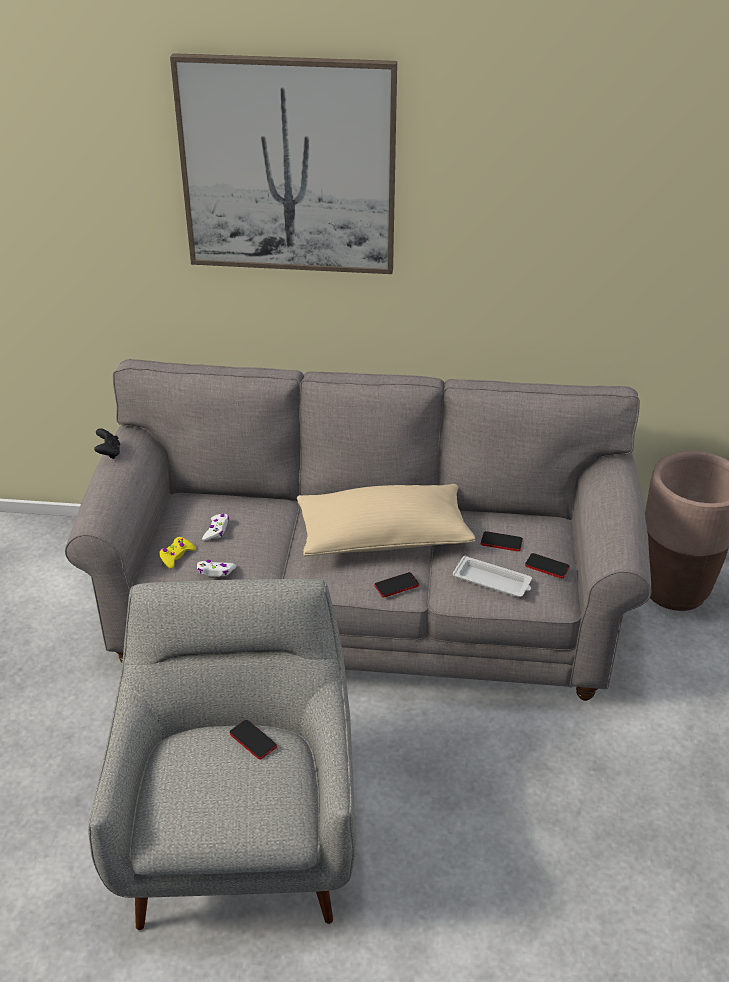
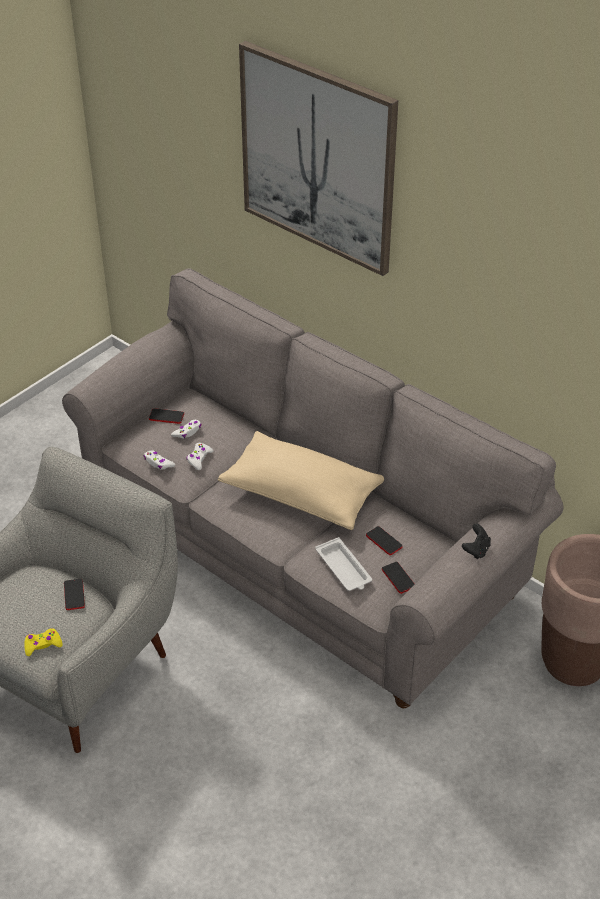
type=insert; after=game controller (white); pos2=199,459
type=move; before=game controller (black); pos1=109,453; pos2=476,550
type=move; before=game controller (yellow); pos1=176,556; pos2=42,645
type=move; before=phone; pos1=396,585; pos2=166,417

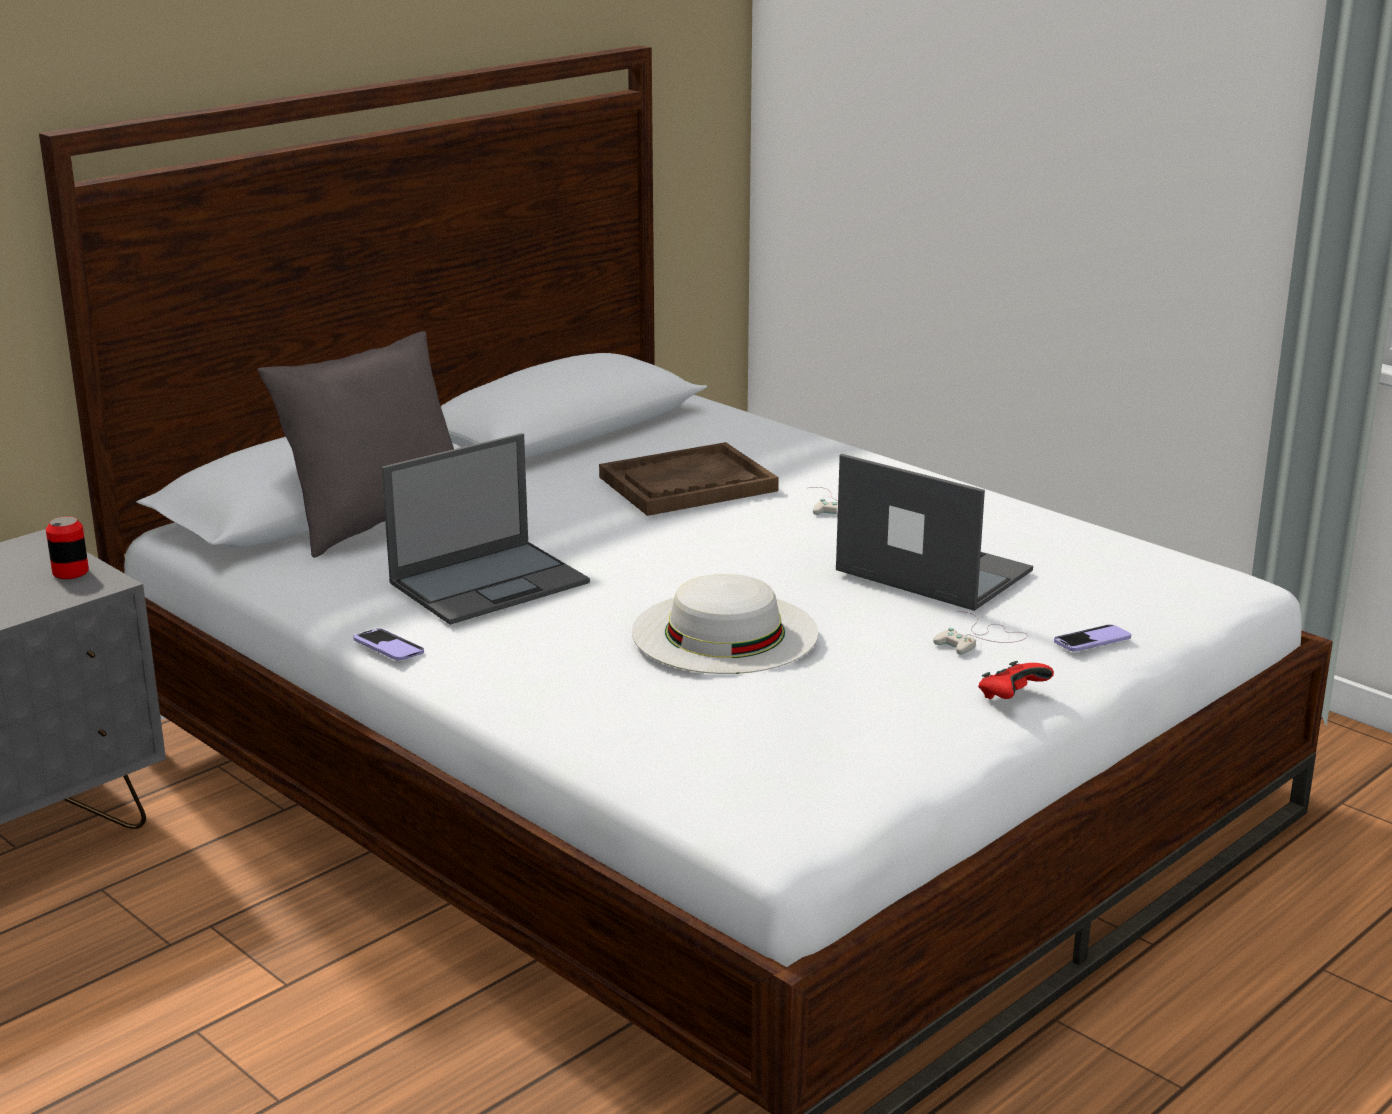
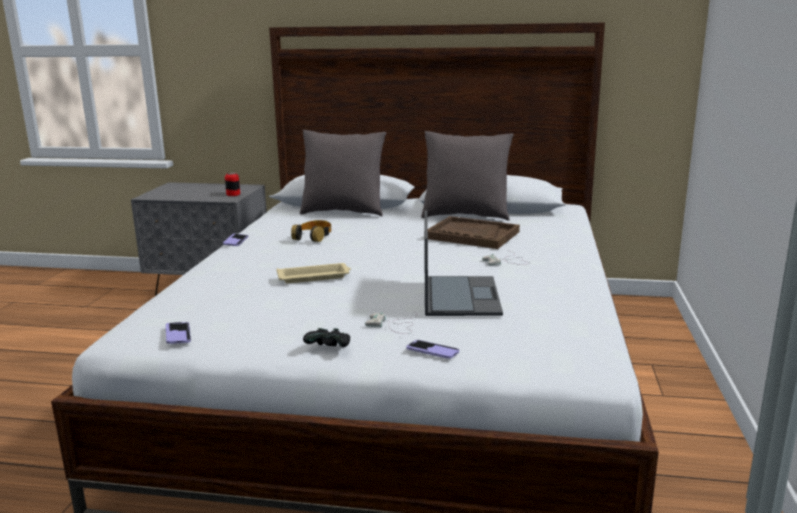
type=insert; after=phone; pos2=178,334
type=insert; after=pillow (grey); pos2=465,216
type=replace; before=laptop; after=headphones; pos1=491,582; pos2=313,236
type=replace; before=hat (white); after=tray (beige); pos1=724,632; pos2=314,277
type=recolor; before=game controller (red); after=game controller (black); pos1=1012,697; pos2=329,349

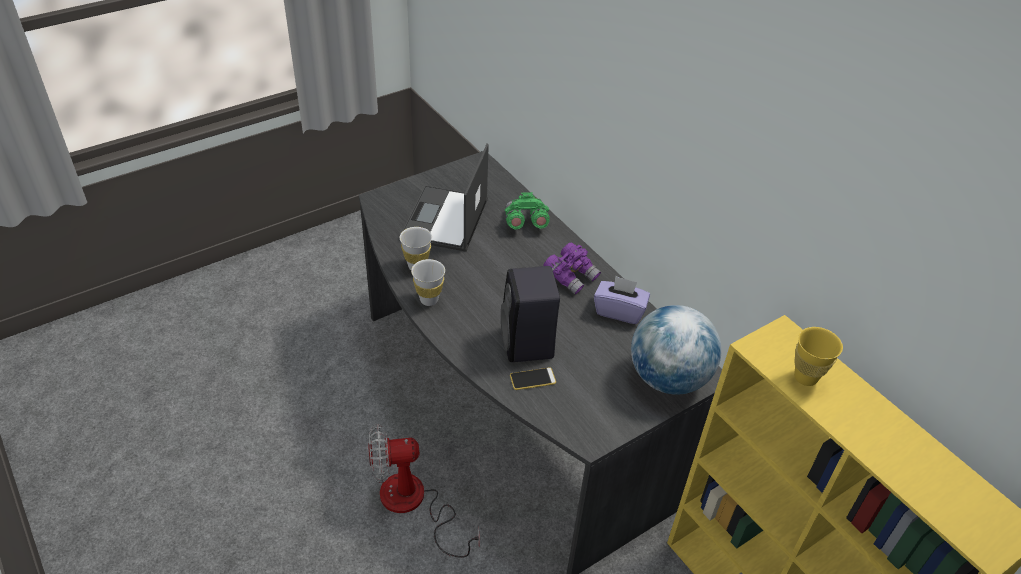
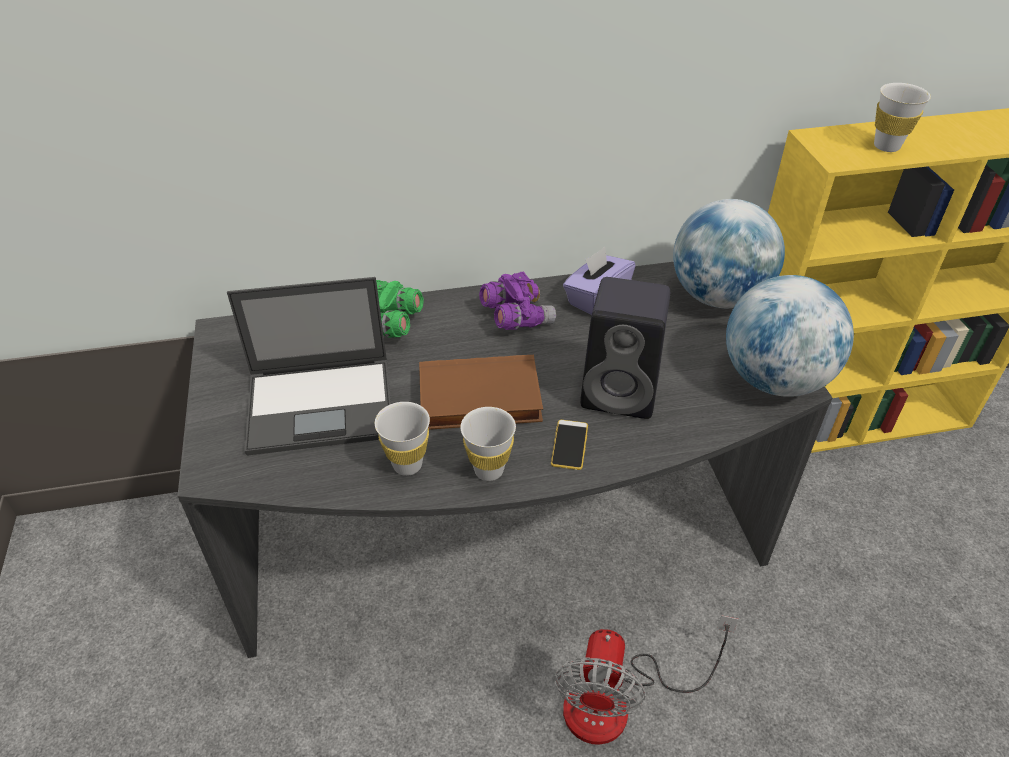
type=insert; after=book (brown); pos2=479,400
type=insert; after=globe; pos2=774,379
type=move; before=phone; pos1=532,379; pos2=569,445
type=recolor; before=cup (yellow); after=cup (white); pos1=805,377; pos2=886,146
type=rotate; before=laptop; pos1=445,220; pos2=322,405; turn=-45

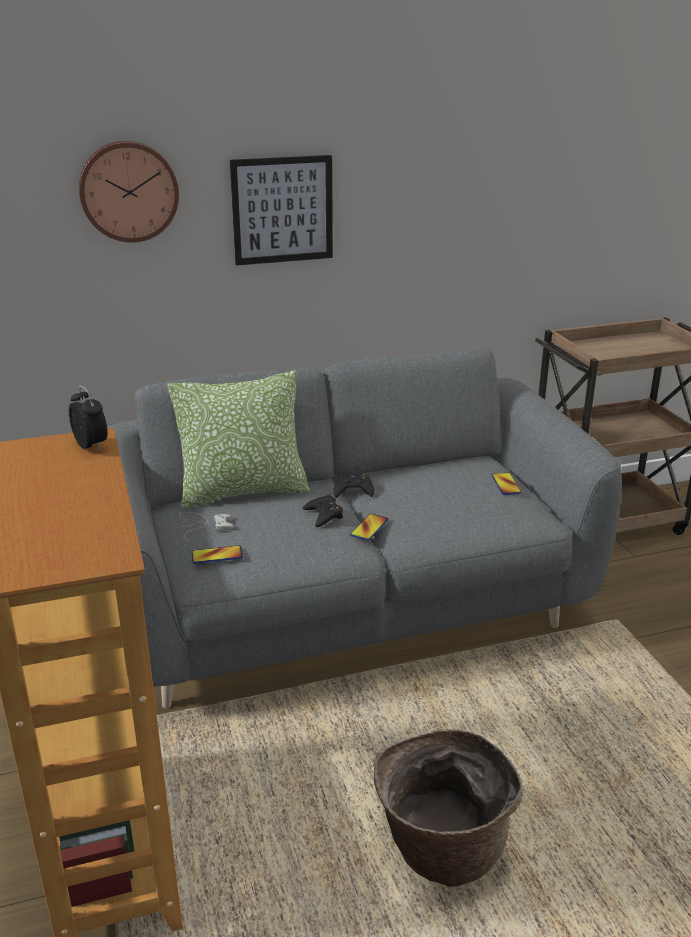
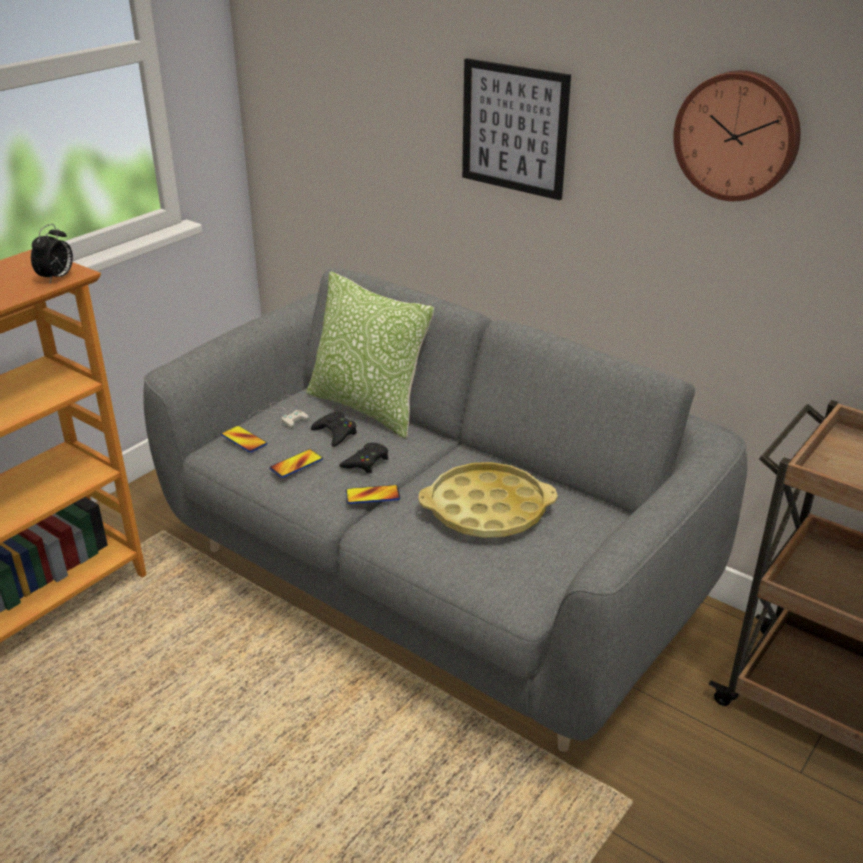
type=delete; before=basket; pos1=440,849
type=insert; after=tray (yellow); pos2=487,509
type=move; before=wall clock; pos1=128,191; pos2=738,135
type=move; before=game controller (black); pos1=353,490; pos2=335,433
type=move; before=phone; pos1=506,484; pos2=296,464

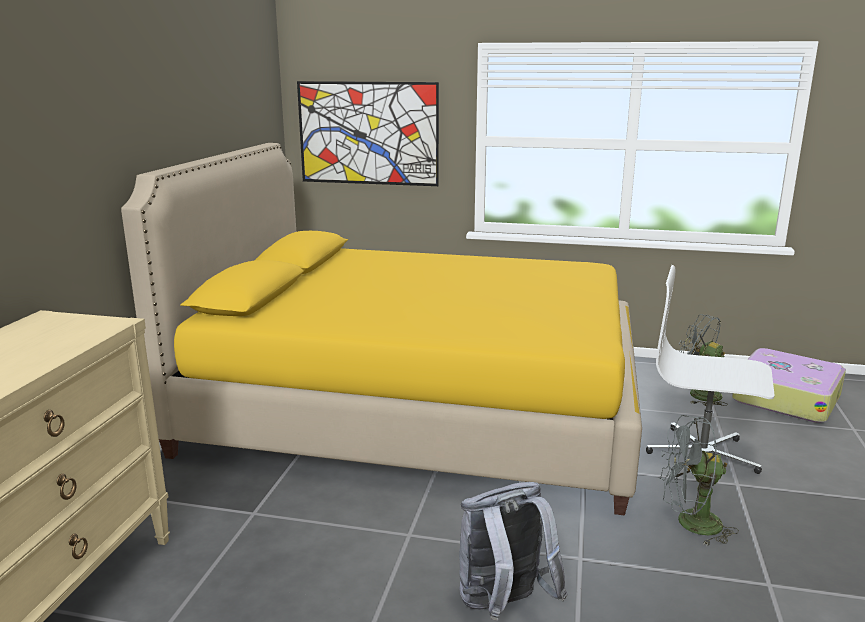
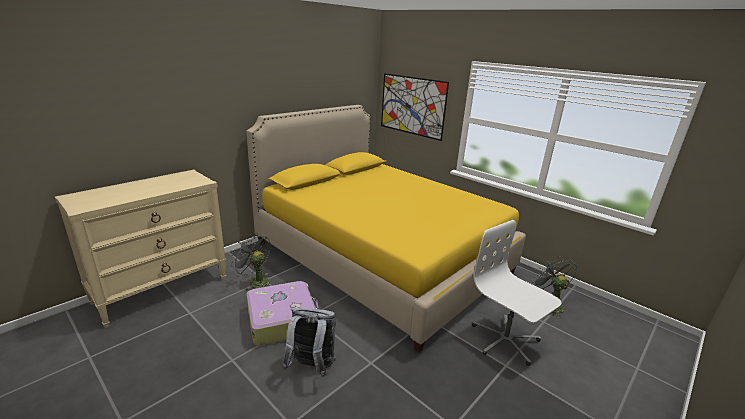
type=move; before=fan (grey); pos1=690,524; pos2=255,282
type=move; before=suitcase; pos1=785,397; pos2=283,320

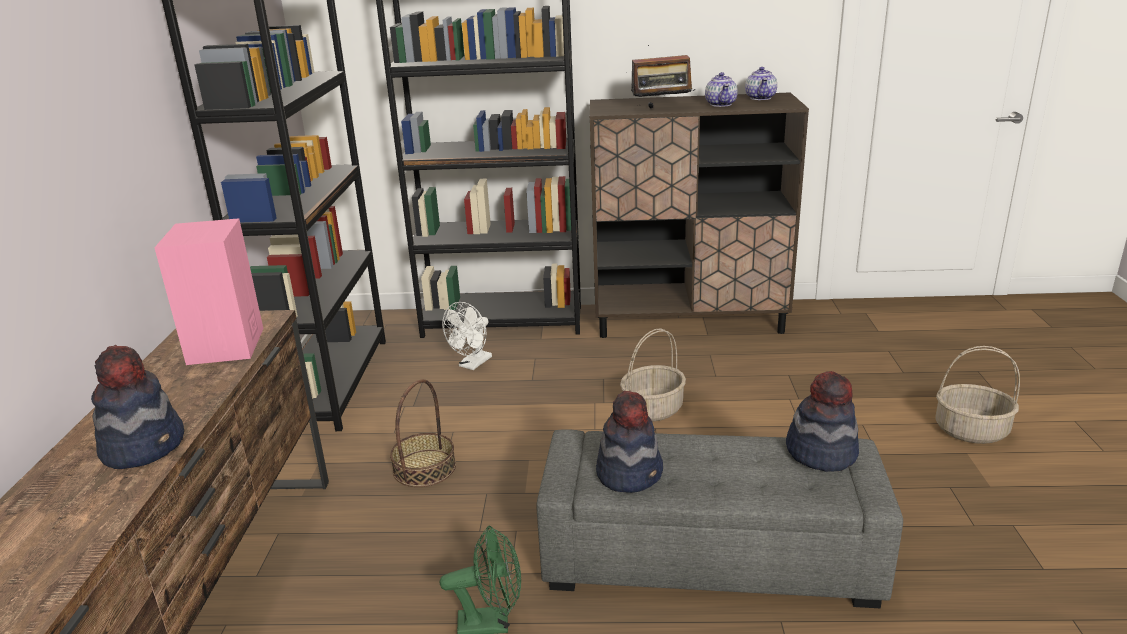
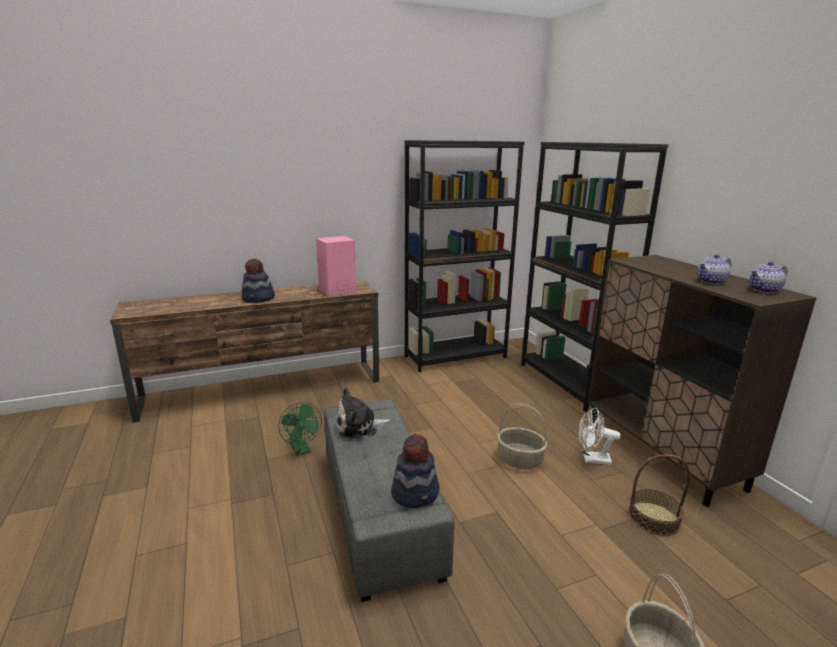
type=delete; before=radio; pos1=662,109
type=move; before=basket; pos1=424,468; pos2=653,518
type=move; before=fan (white); pos1=472,364; pos2=592,459
type=replace; before=hat; after=plush toy; pos1=630,473; pos2=359,426

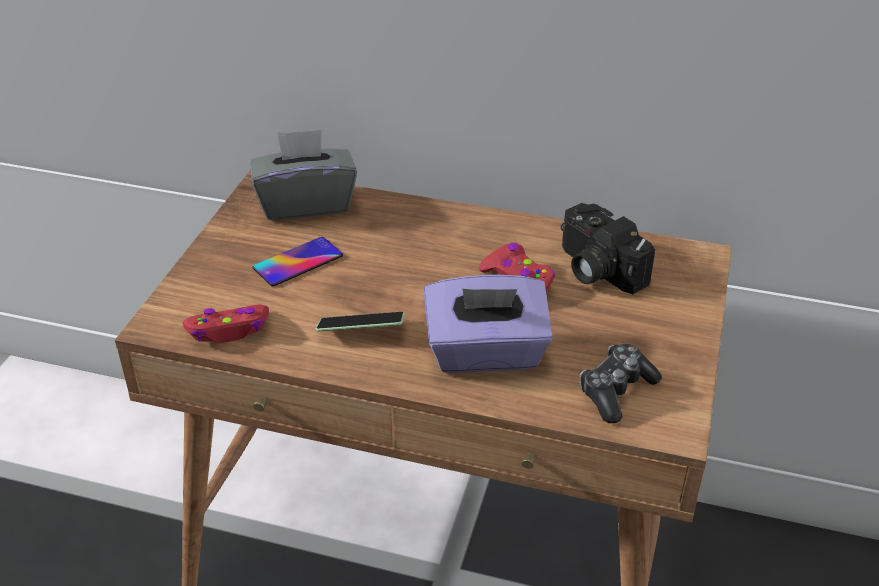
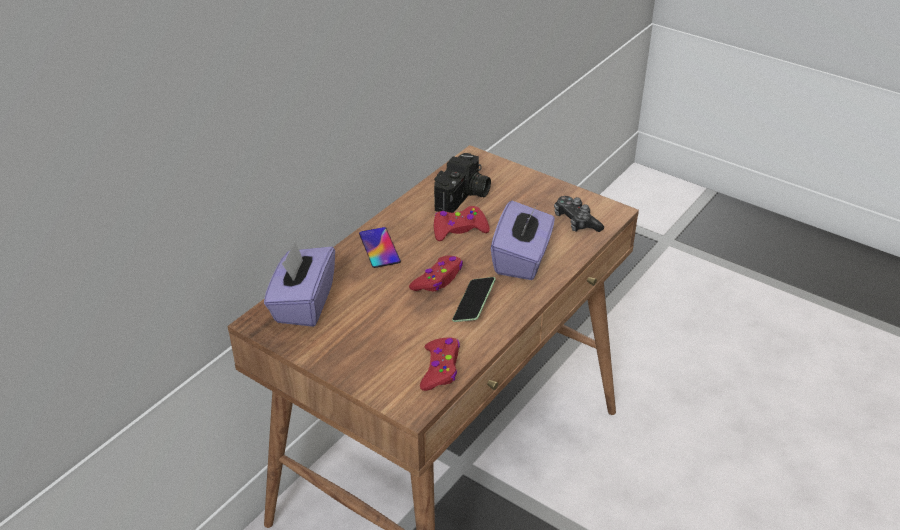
type=insert; after=game controller (red); pos2=438,279
type=move; before=phone; pos1=298,262; pos2=379,248
type=recolor; before=tissue box (grey); after=tissue box (purple); pos1=306,203; pos2=303,304
type=rotate; before=photo camera; pos1=595,269; pos2=463,197; turn=-45

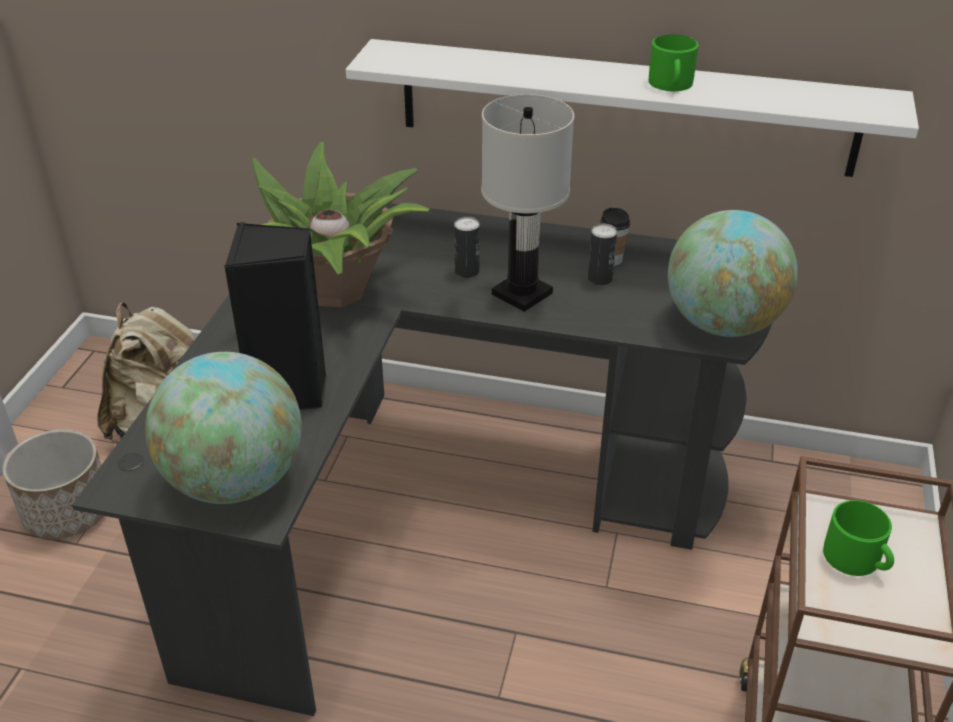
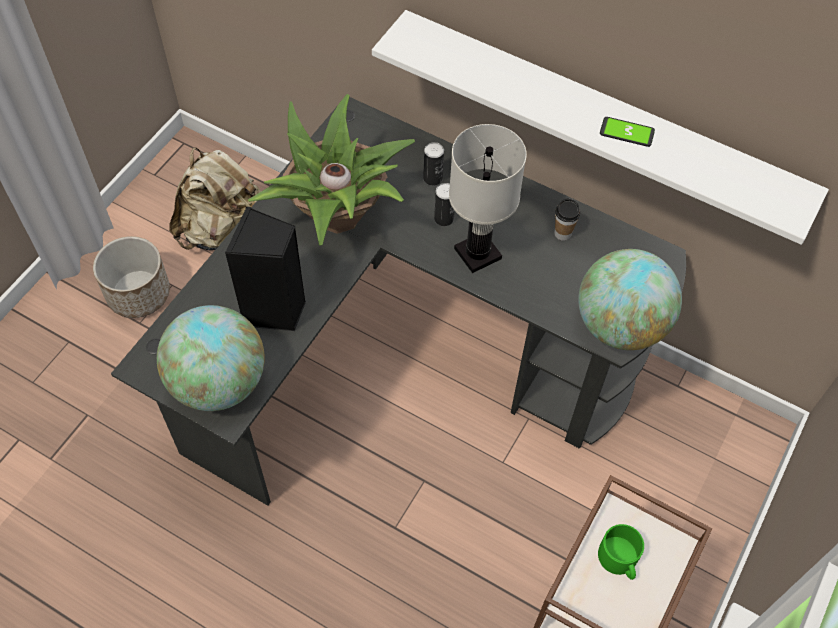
type=move; before=can; pos1=600,279; pos2=432,178
type=replace; before=mug (green); after=phone; pos1=671,84; pos2=626,132

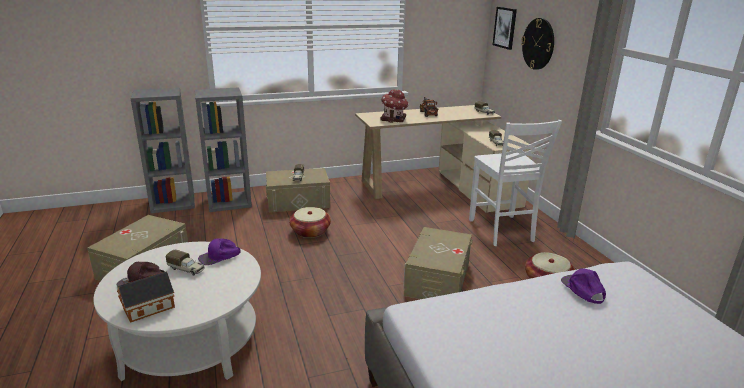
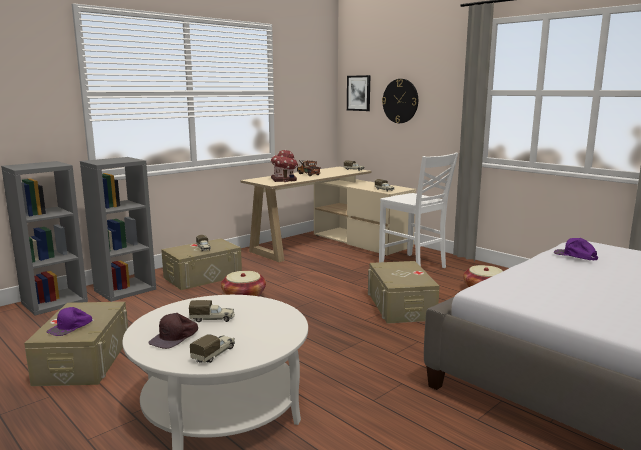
type=move; before=cap (purple); pos1=219,256; pos2=70,327
type=replace; before=toy house; after=toy truck; pos1=146,308; pos2=214,354

